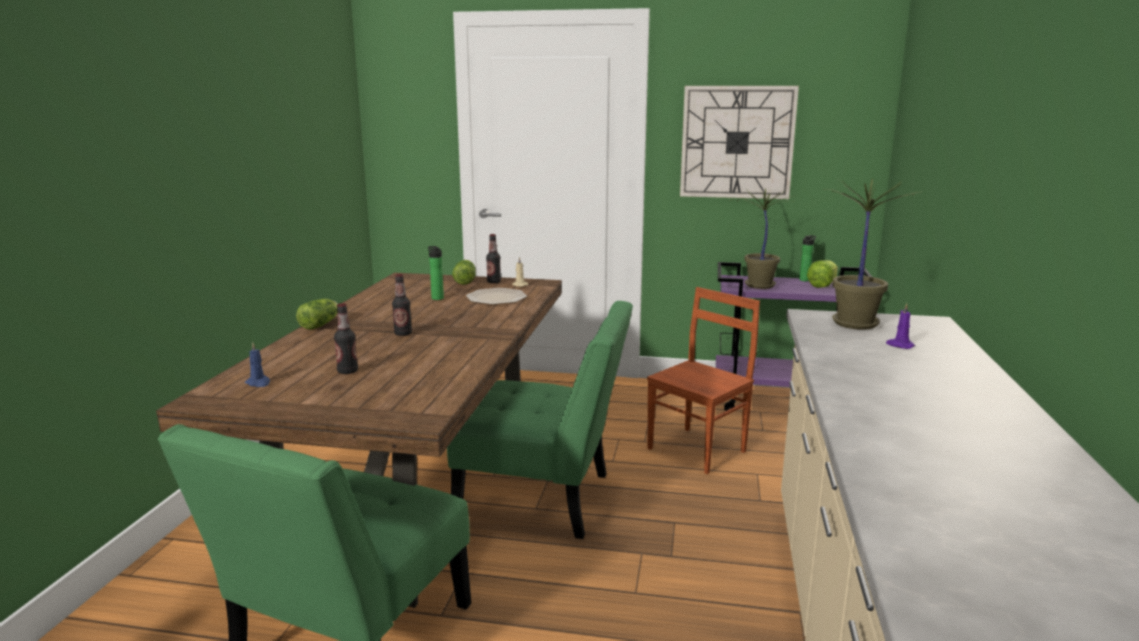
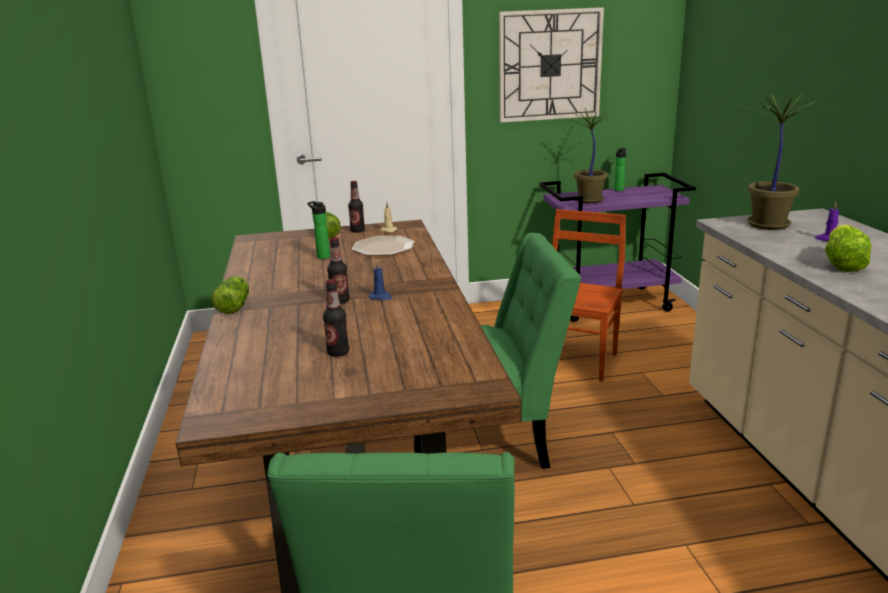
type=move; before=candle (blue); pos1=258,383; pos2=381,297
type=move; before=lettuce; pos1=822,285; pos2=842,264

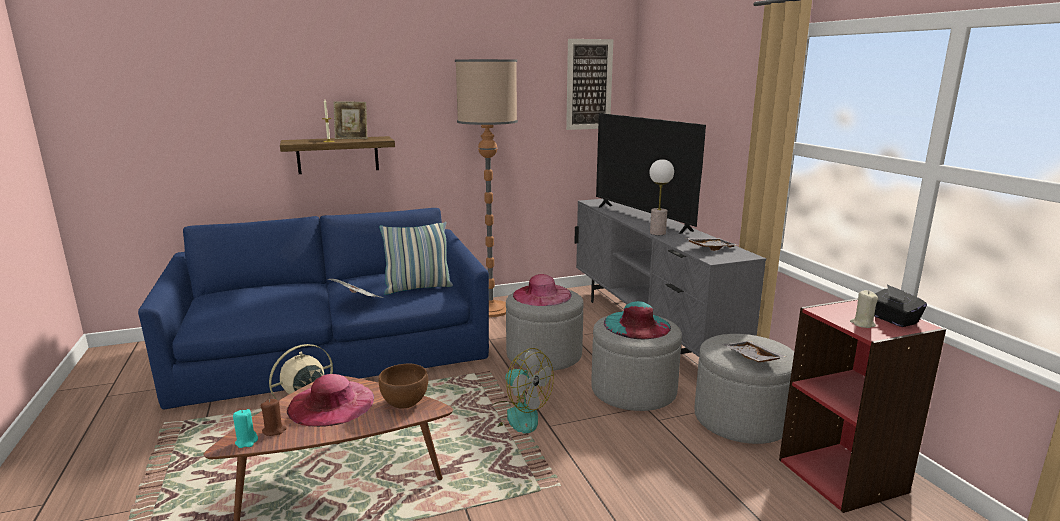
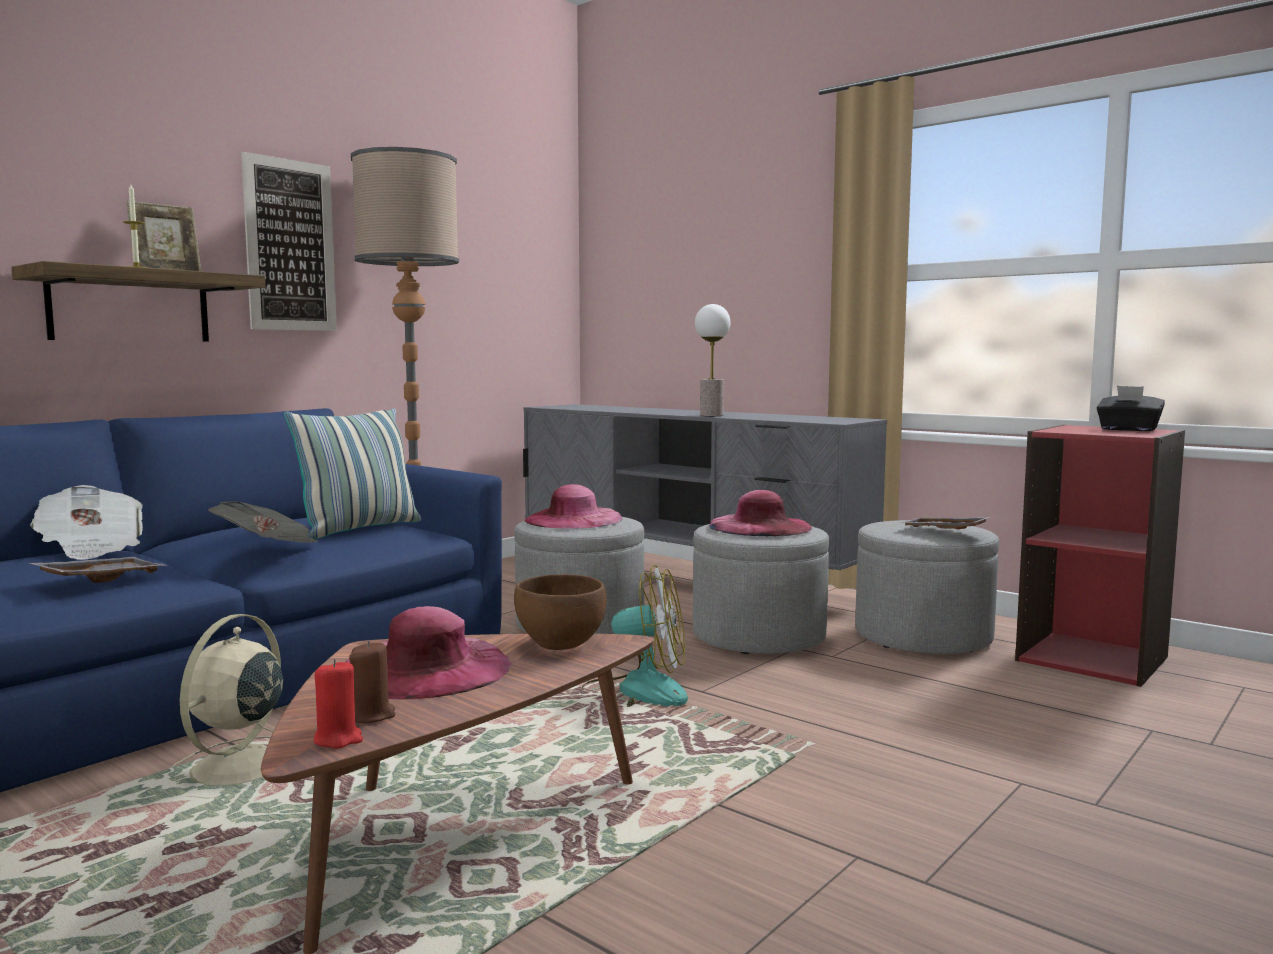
type=delete; before=television; pos1=642,218
type=delete; before=candle (beige); pos1=862,324
type=insert; after=newspaper; pos2=91,549
type=move; before=picture; pos1=589,84; pos2=290,245
type=move; before=tray (grey); pos1=710,248; pos2=100,579
type=recolor; before=candle (turquoise); after=candle (red); pos1=246,442; pos2=338,739
type=recolor; before=hat (turquoise); after=hat (pink); pos1=637,325; pos2=760,526

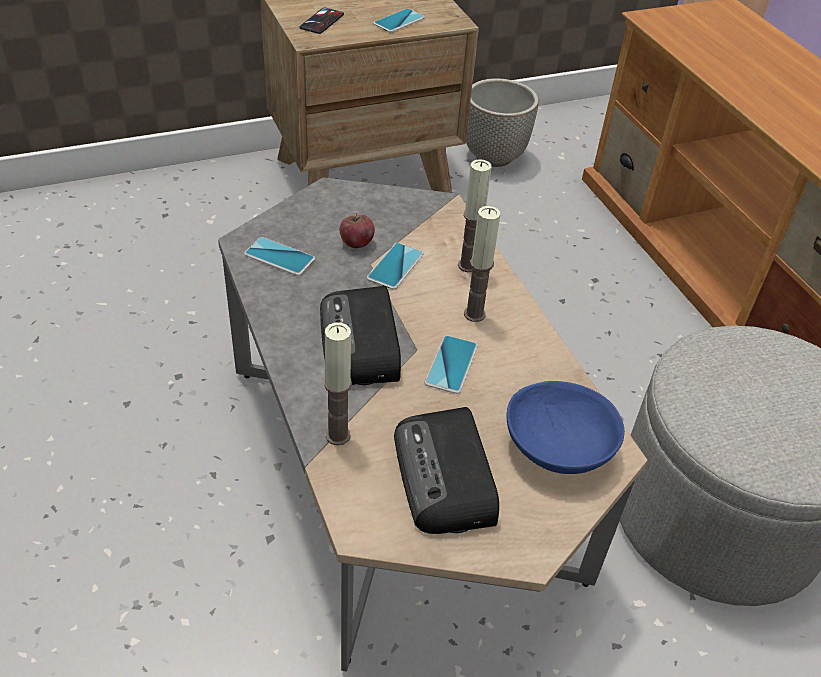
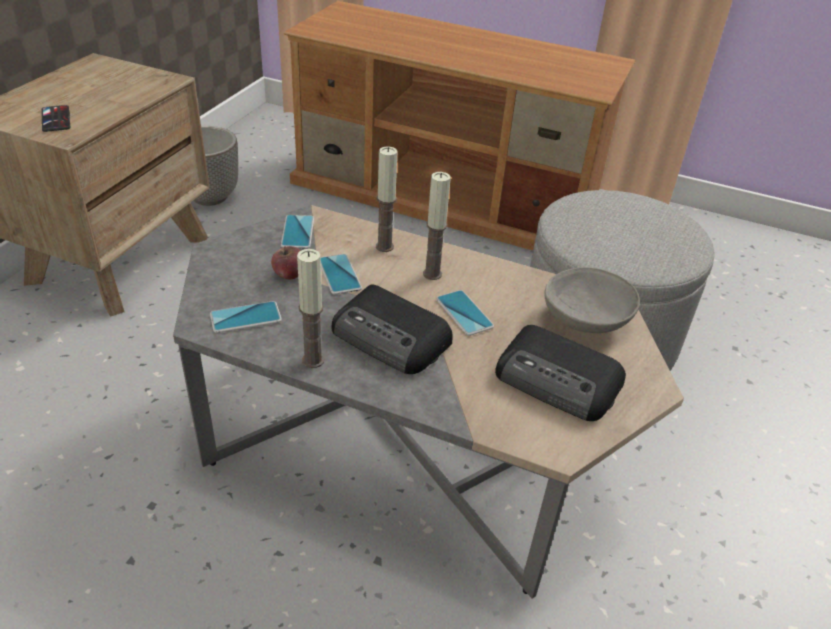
type=move; before=candle; pos1=338,435; pos2=313,360
type=move; before=phone; pos1=399,21; pos2=297,232
type=recolor; before=bowl (blue); after=bowl (grey); pos1=557,449; pos2=586,320

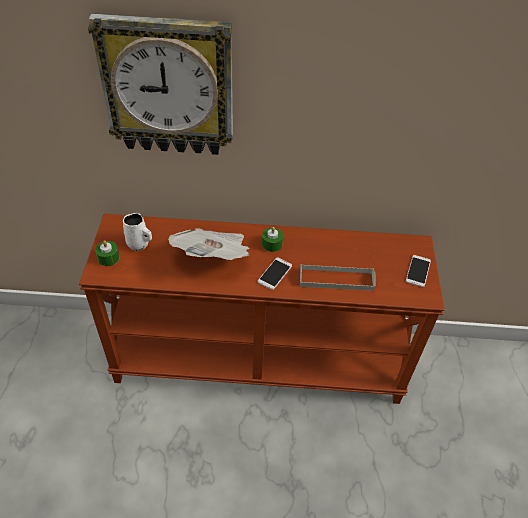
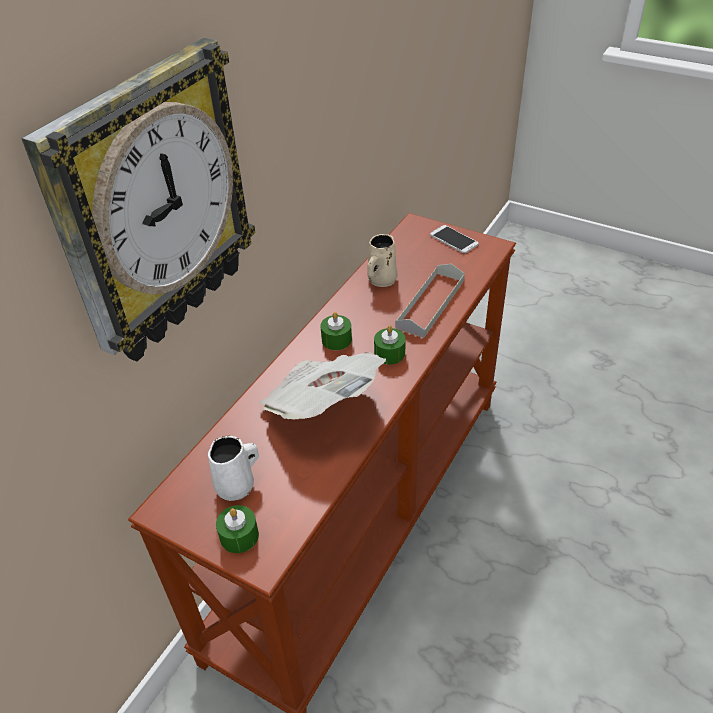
type=insert; after=mug (beige); pos2=381,280
type=replace; before=phone; after=candle (green); pos1=274,273; pos2=389,353

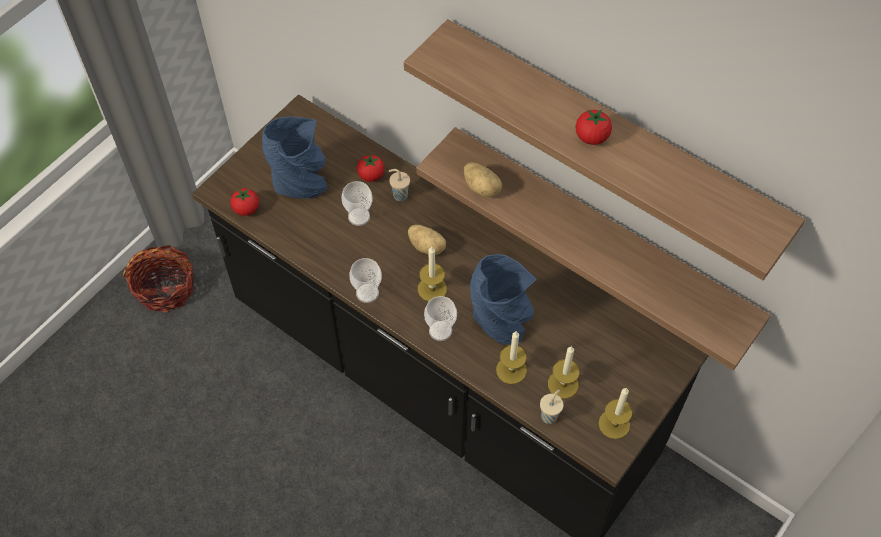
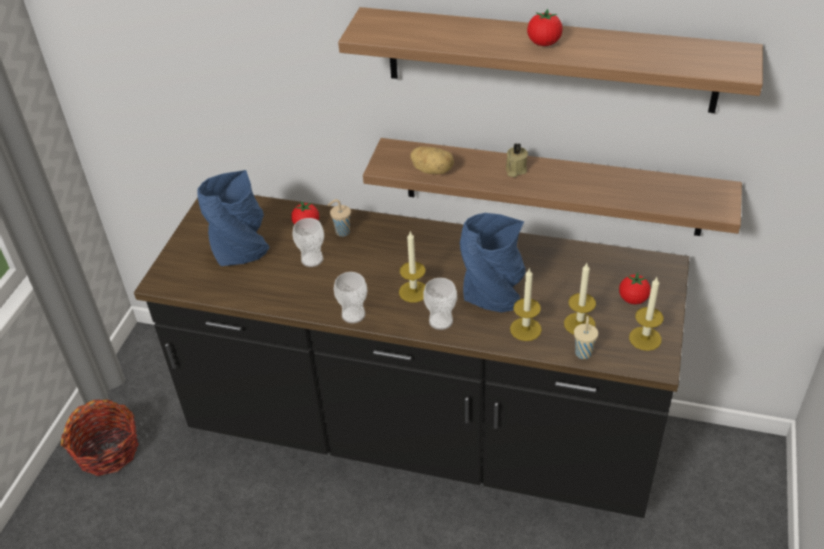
type=delete; before=potato; pos1=427,246
type=insert; after=candle (beige); pos2=515,170
type=move; before=tomato; pos1=246,209; pos2=633,299

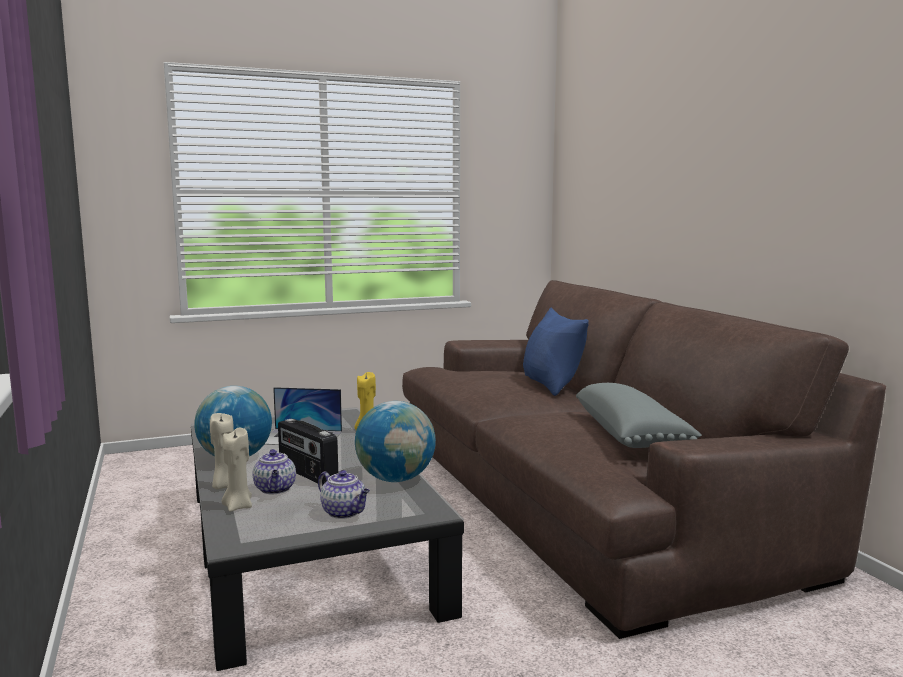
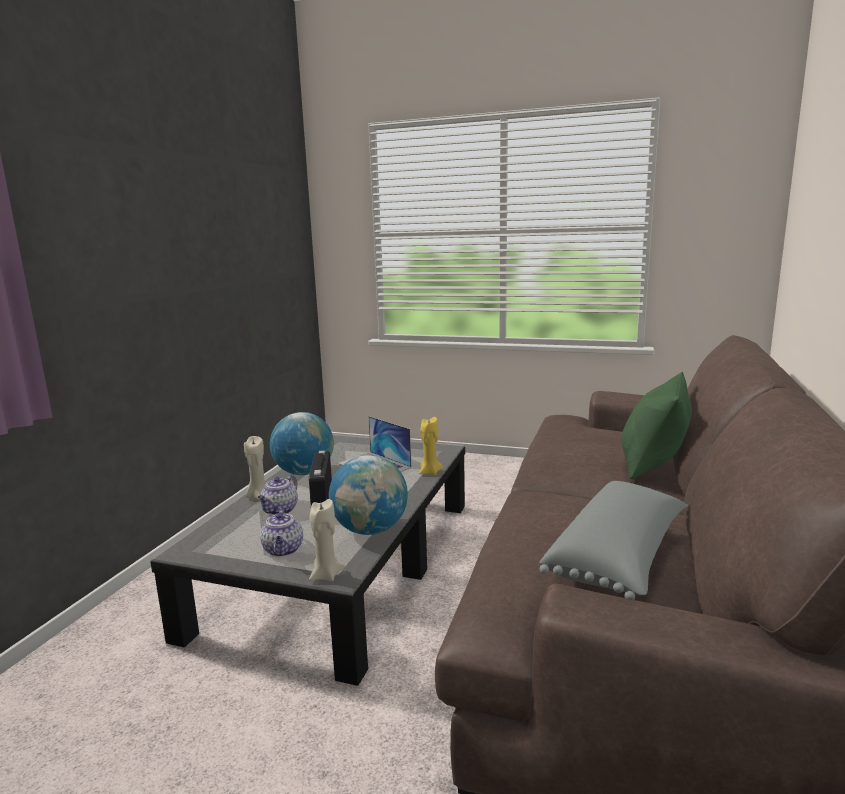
type=move; before=candle (beige); pos1=238,506; pos2=326,575
type=recolor; before=pillow (blue); after=pillow (green); pos1=551,385; pos2=653,464

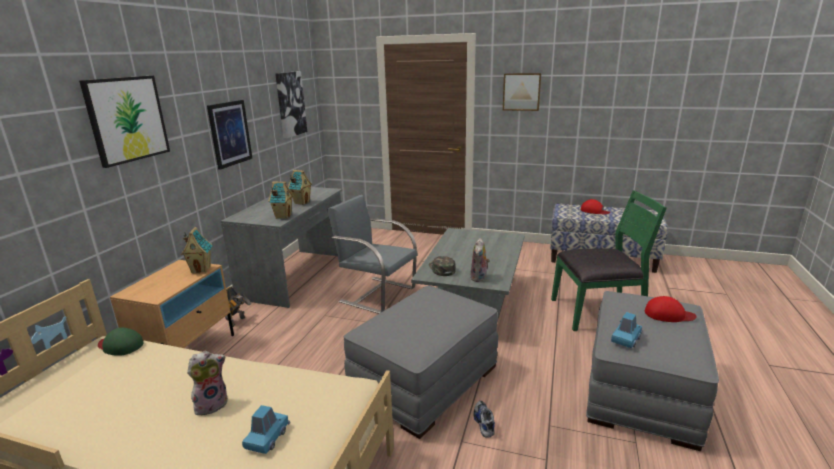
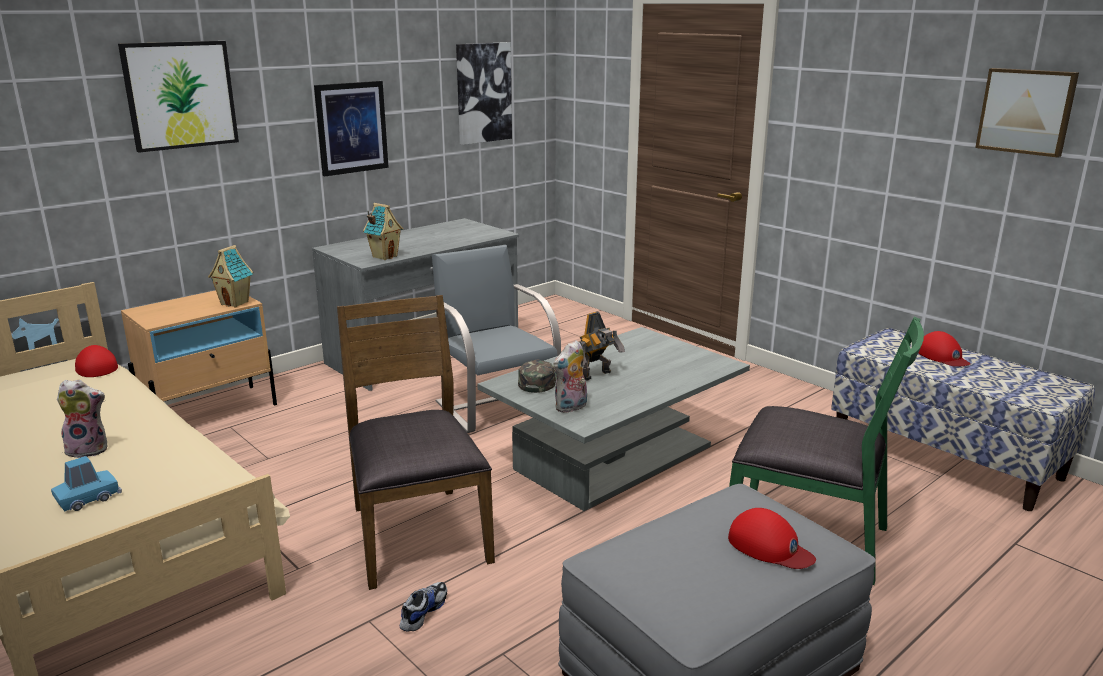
type=delete; before=toy house; pos1=301,202
type=delete; before=toy car (blue); pos1=625,339
type=move; before=toy robot; pos1=238,322; pos2=597,375
type=move; before=picture; pos1=521,91; pos2=1026,111
type=replace; before=ottoman (grey); after=chair (brown); pos1=425,380; pos2=417,534
type=recolor; before=cap (green); after=cap (red); pos1=120,345; pos2=95,367

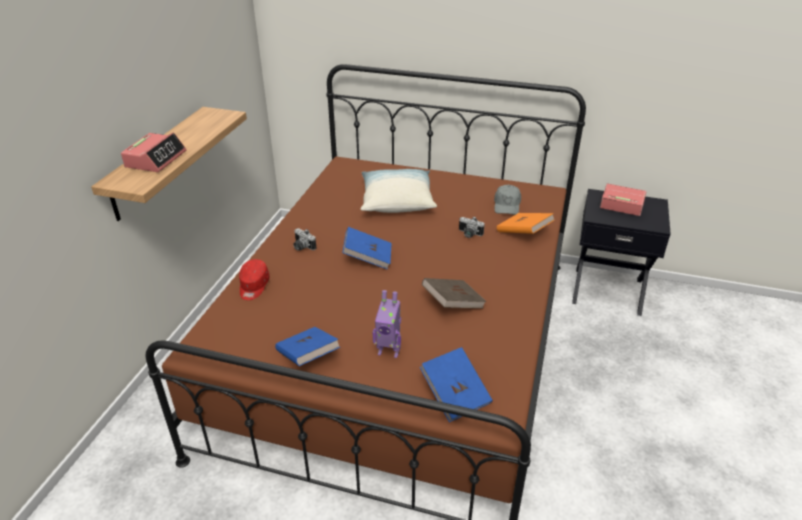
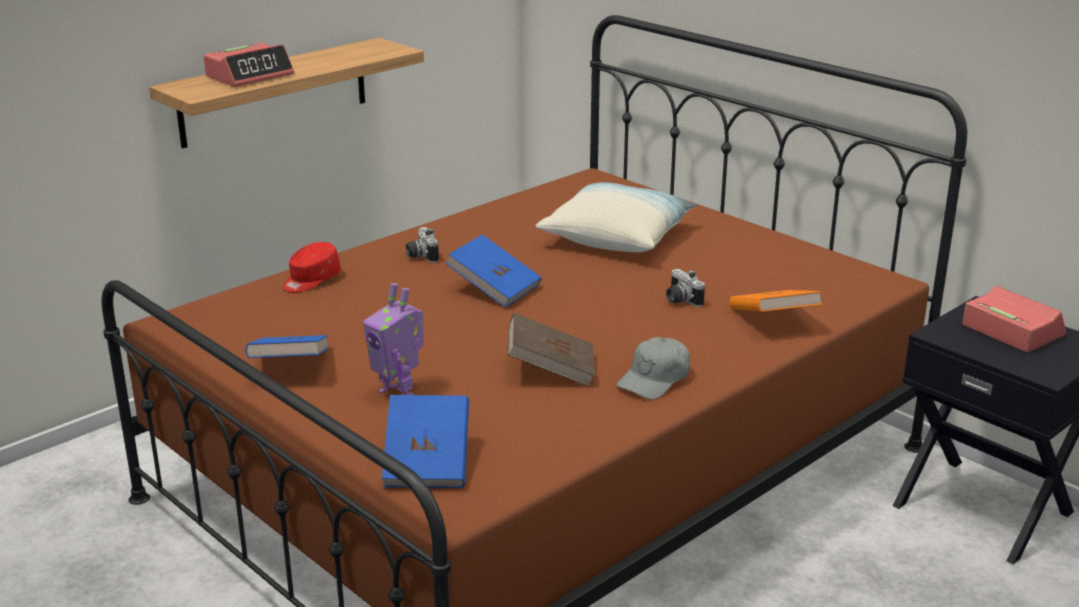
type=move; before=cap (grey); pos1=507,205; pos2=655,379

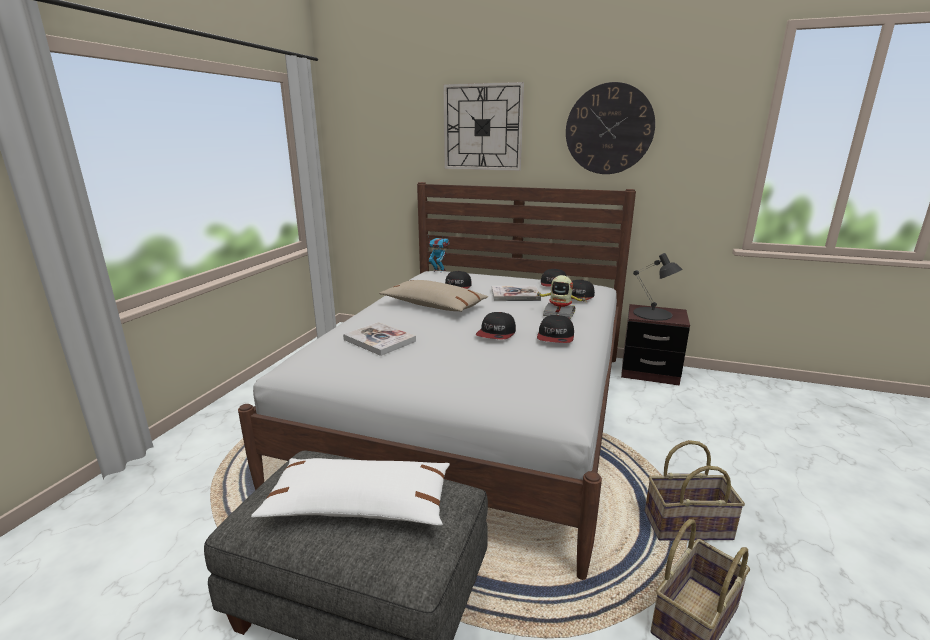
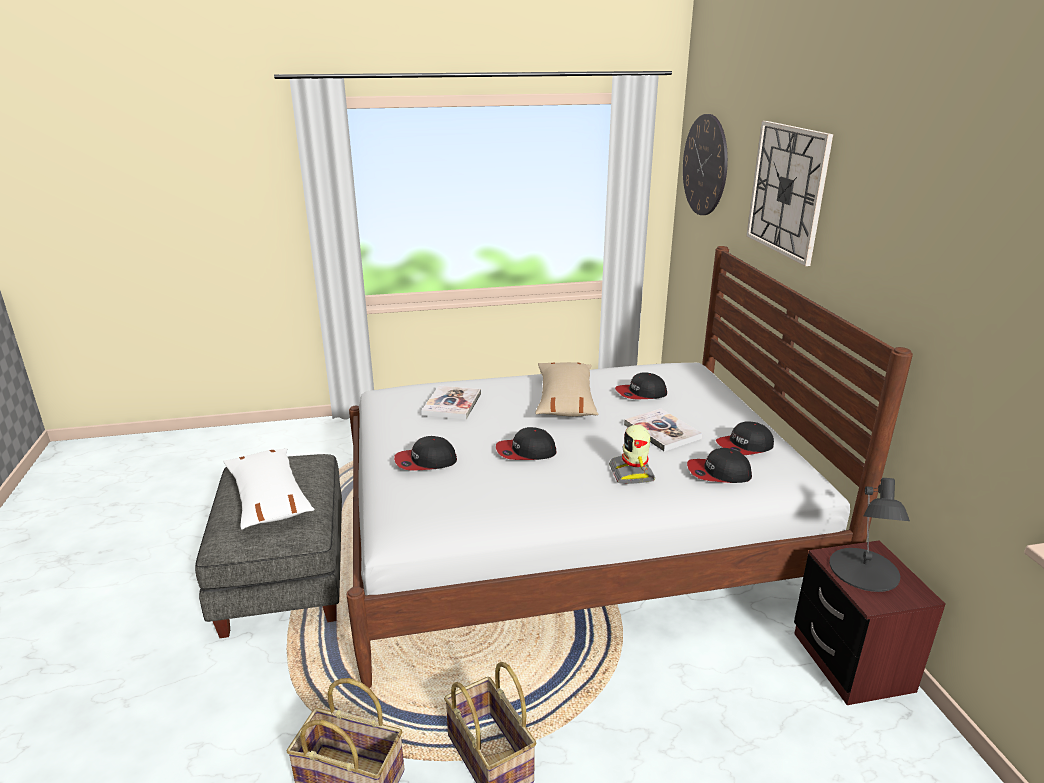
type=delete; before=toy robot; pos1=439,271
type=move; before=cap; pos1=555,337; pos2=425,461
type=move; before=wall clock; pos1=609,129; pos2=705,165

